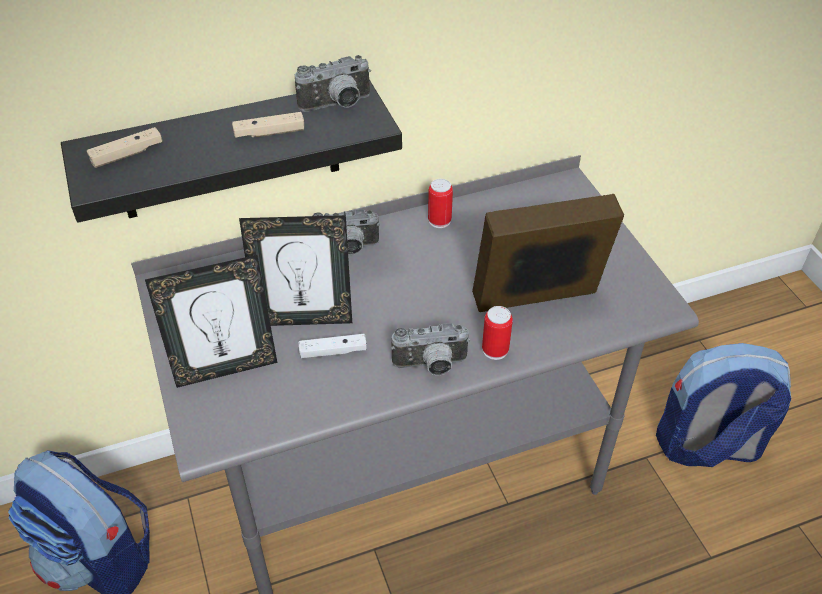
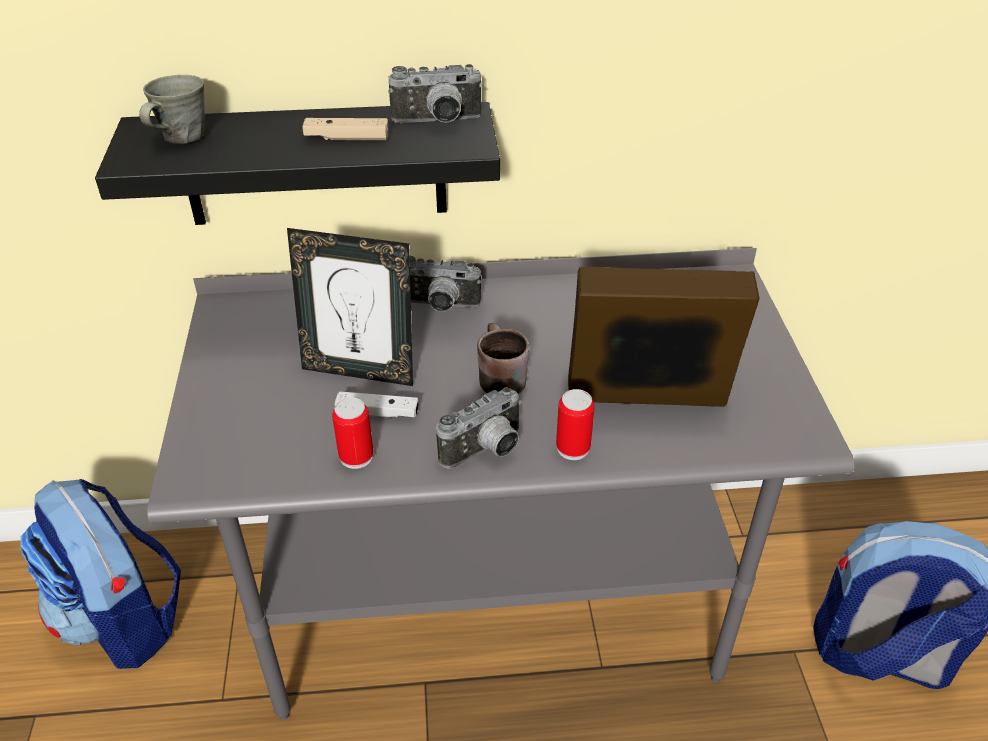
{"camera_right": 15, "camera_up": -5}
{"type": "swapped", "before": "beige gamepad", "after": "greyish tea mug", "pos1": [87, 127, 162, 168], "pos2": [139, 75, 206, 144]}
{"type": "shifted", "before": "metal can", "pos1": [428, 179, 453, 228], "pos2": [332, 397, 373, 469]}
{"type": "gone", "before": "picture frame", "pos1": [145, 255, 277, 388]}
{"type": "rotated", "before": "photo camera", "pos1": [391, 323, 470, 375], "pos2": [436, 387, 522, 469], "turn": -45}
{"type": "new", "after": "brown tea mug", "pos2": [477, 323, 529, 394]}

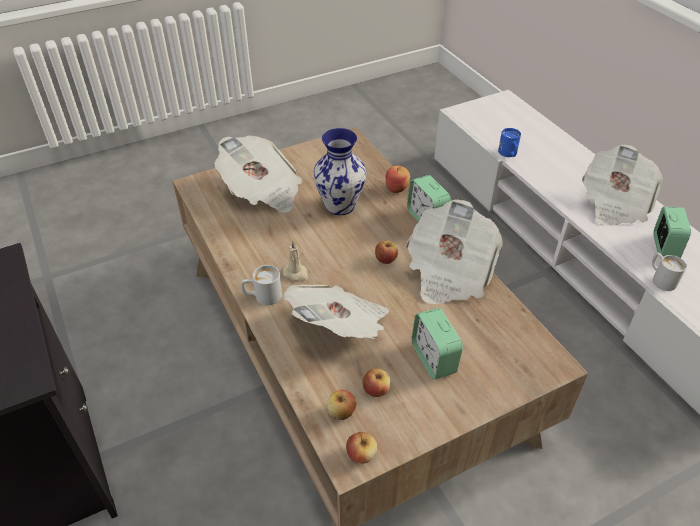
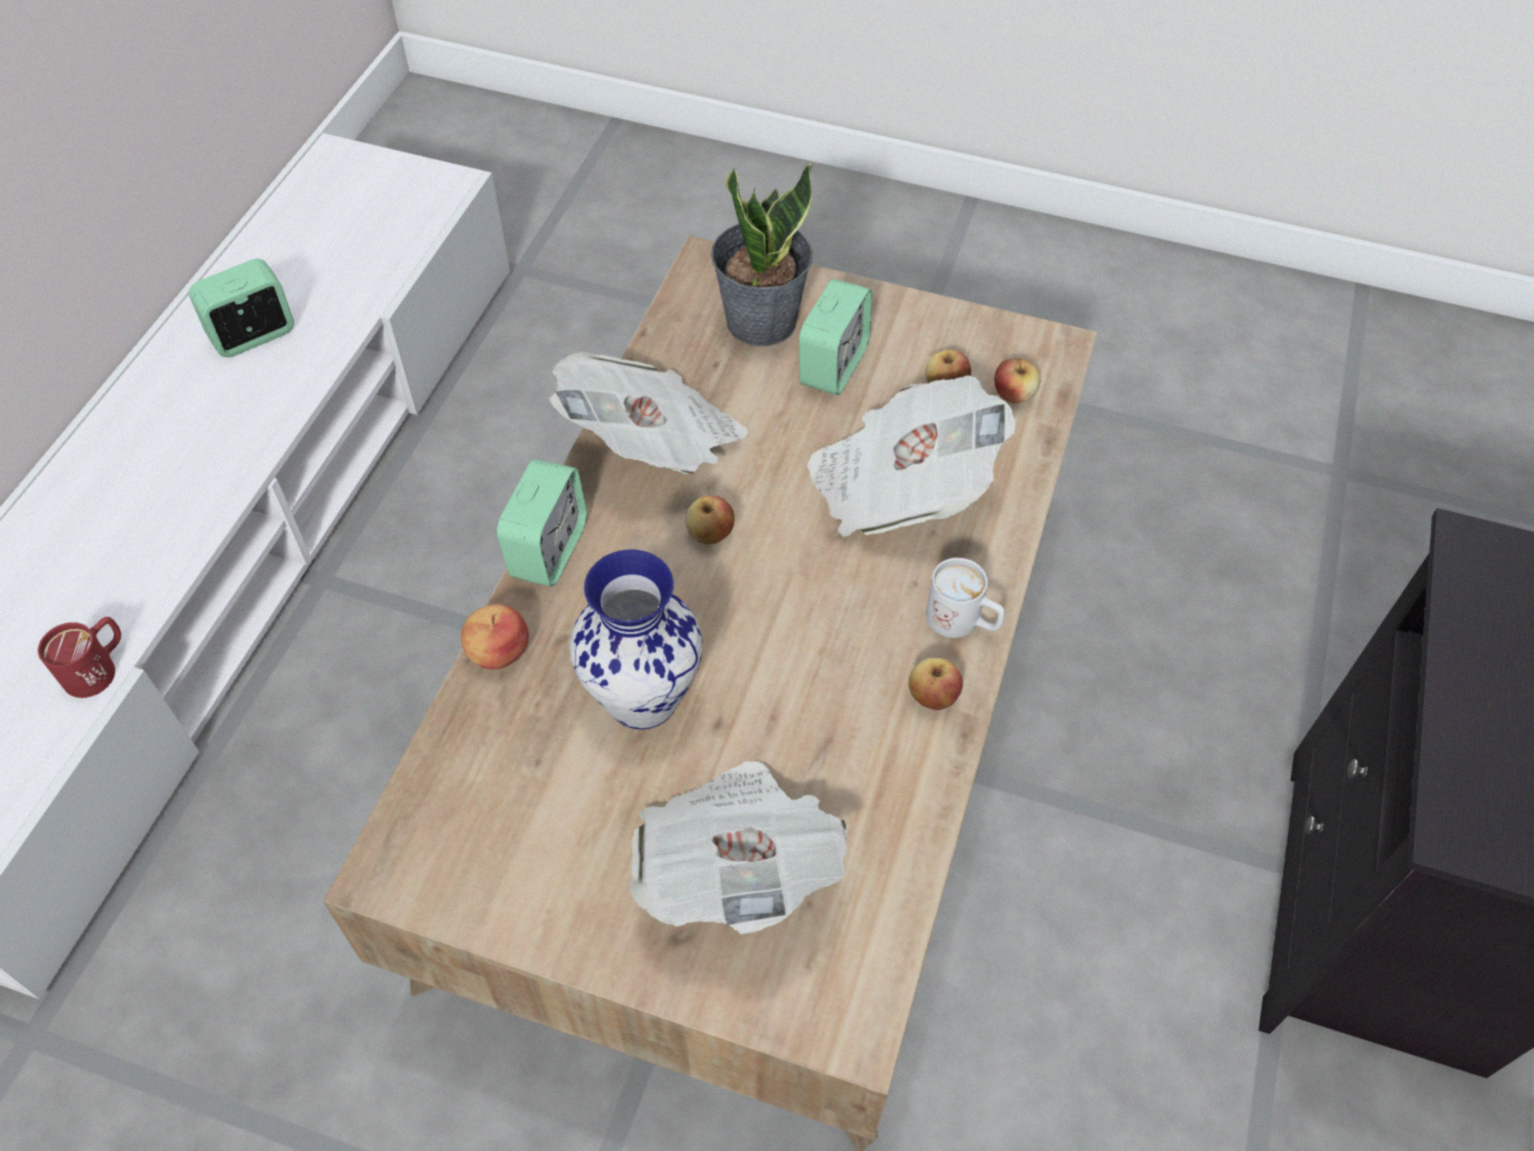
{"camera_right": -135, "camera_up": 10}
{"type": "repainted", "before": "blue tea mug", "after": "reddish tea mug", "pos1": [498, 128, 521, 157], "pos2": [38, 617, 121, 698]}
{"type": "gone", "before": "printed paper", "pos1": [582, 144, 663, 226]}
{"type": "gone", "before": "beige candle", "pos1": [283, 241, 308, 281]}
{"type": "gone", "before": "white-coloured tea mug", "pos1": [652, 253, 687, 291]}
{"type": "shifted", "before": "apple", "pos1": [346, 432, 377, 464], "pos2": [909, 658, 963, 710]}
{"type": "new", "after": "plant in a pot", "pos2": [711, 163, 813, 346]}

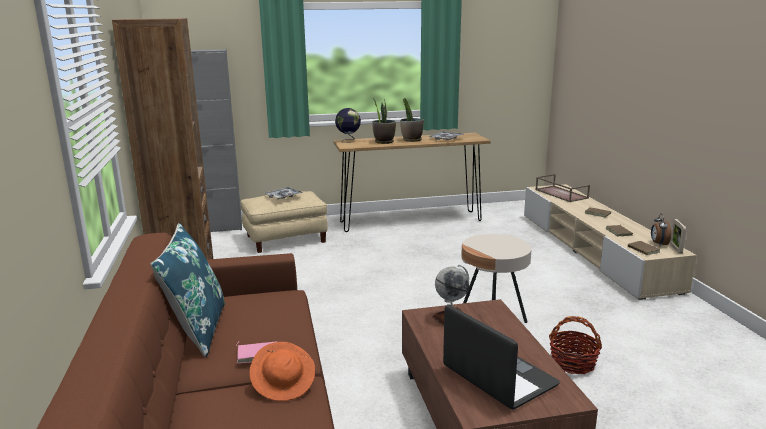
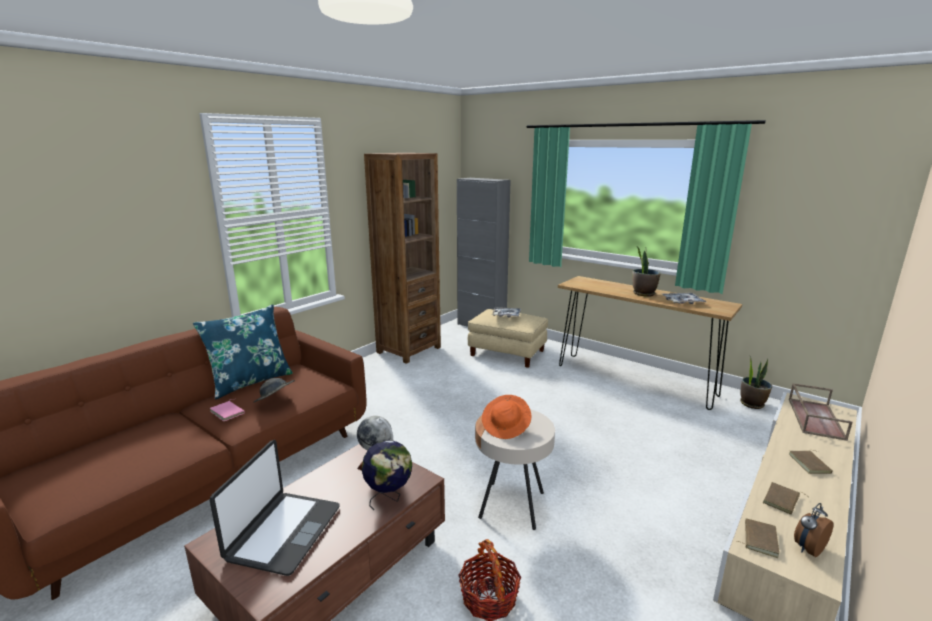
{"camera_right": 50, "camera_up": 0}
{"type": "shifted", "before": "plant in a pot", "pos1": [372, 98, 396, 144], "pos2": [740, 355, 772, 409]}
{"type": "shifted", "before": "world globe", "pos1": [335, 108, 361, 143], "pos2": [362, 440, 412, 510]}
{"type": "gone", "before": "picture frame", "pos1": [669, 219, 687, 254]}
{"type": "shifted", "before": "orangey wearable hat", "pos1": [249, 342, 315, 401], "pos2": [482, 395, 532, 439]}
{"type": "new", "after": "greyish wearable hat", "pos2": [253, 378, 295, 403]}

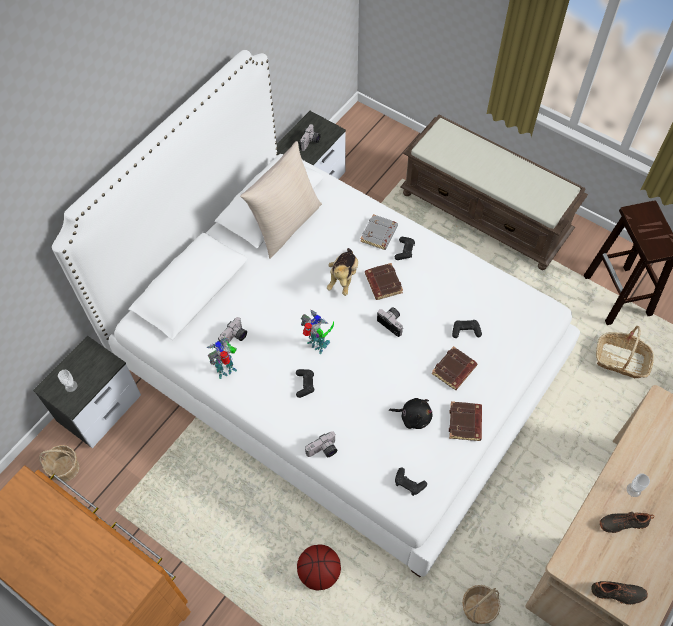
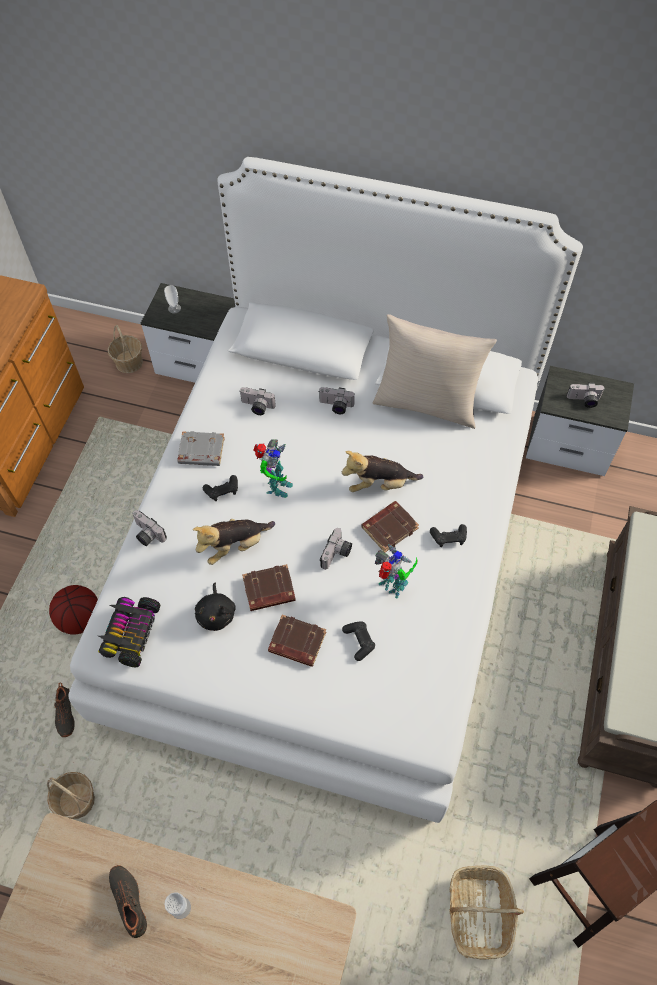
{"camera_right": 70, "camera_up": 0}
{"type": "shifted", "before": "greyish volume", "pos1": [360, 214, 398, 250], "pos2": [177, 431, 225, 466]}
{"type": "shifted", "before": "model robot", "pos1": [206, 336, 237, 379], "pos2": [375, 544, 417, 599]}
{"type": "shifted", "before": "brown volume", "pos1": [449, 401, 482, 441], "pos2": [242, 564, 296, 611]}
{"type": "swapped", "before": "black gamepad", "after": "model car", "pos1": [395, 467, 427, 496], "pos2": [98, 597, 161, 667]}
{"type": "shifted", "before": "black shoe", "pos1": [591, 581, 648, 605], "pos2": [54, 683, 75, 737]}
{"type": "new", "after": "photo camera", "pos2": [318, 387, 355, 414]}
{"type": "new", "after": "soft toy", "pos2": [193, 519, 275, 565]}

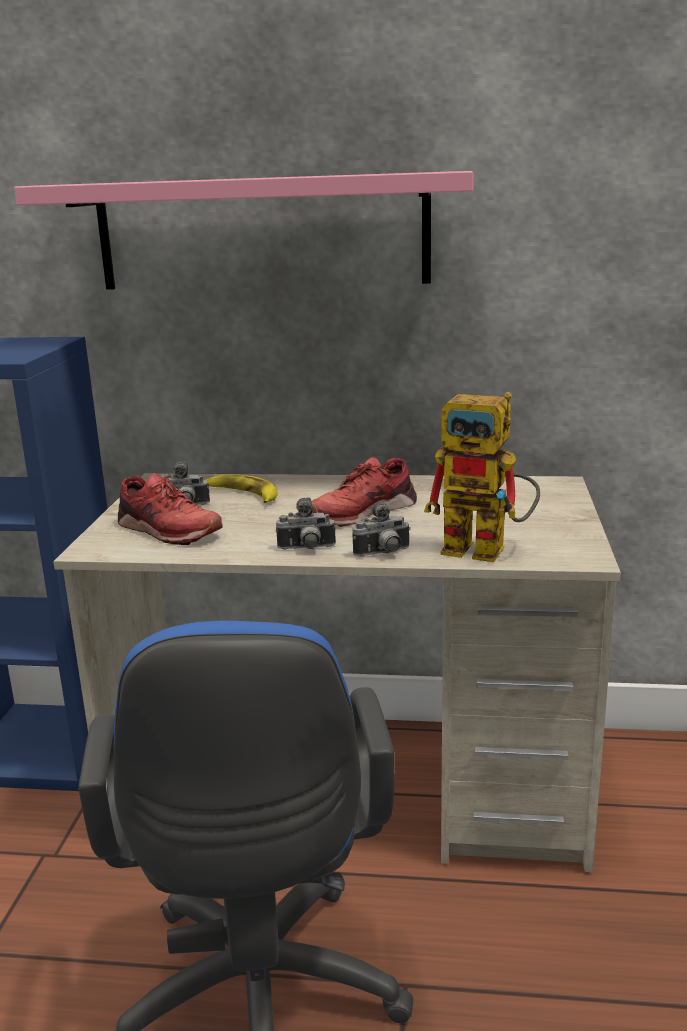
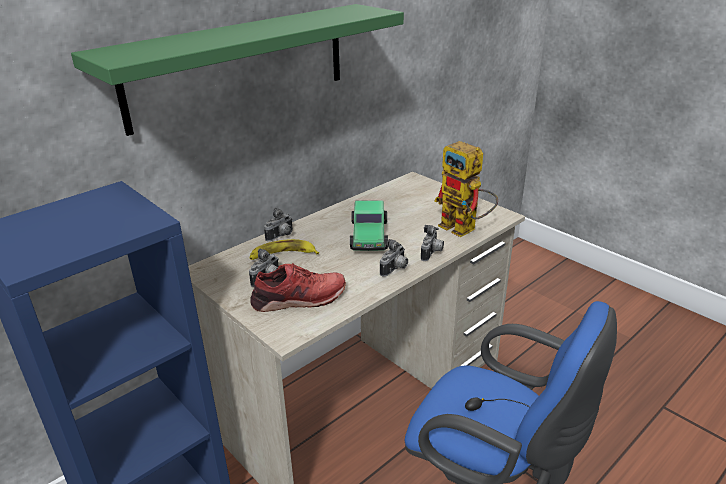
{"camera_right": -50, "camera_up": 10}
{"type": "repainted", "before": "pinkish bracket shelf", "after": "greenish bracket shelf", "pos1": [14, 171, 473, 290], "pos2": [71, 4, 404, 136]}
{"type": "rotated", "before": "model robot", "pos1": [424, 392, 540, 562], "pos2": [435, 141, 498, 237], "turn": 75}
{"type": "swapped", "before": "reddish shoe", "after": "model car", "pos1": [312, 457, 417, 527], "pos2": [350, 200, 388, 251]}
{"type": "new", "after": "photo camera", "pos2": [264, 208, 293, 241]}

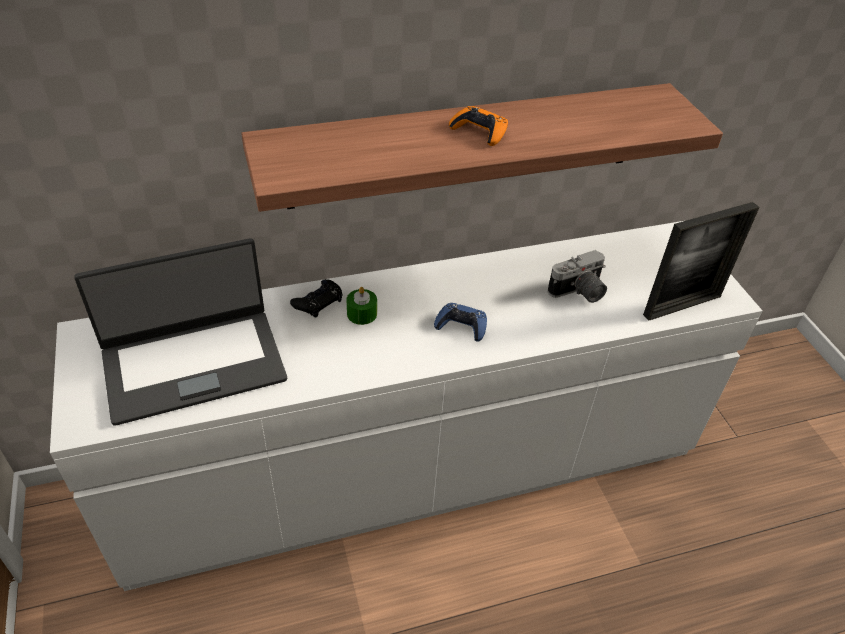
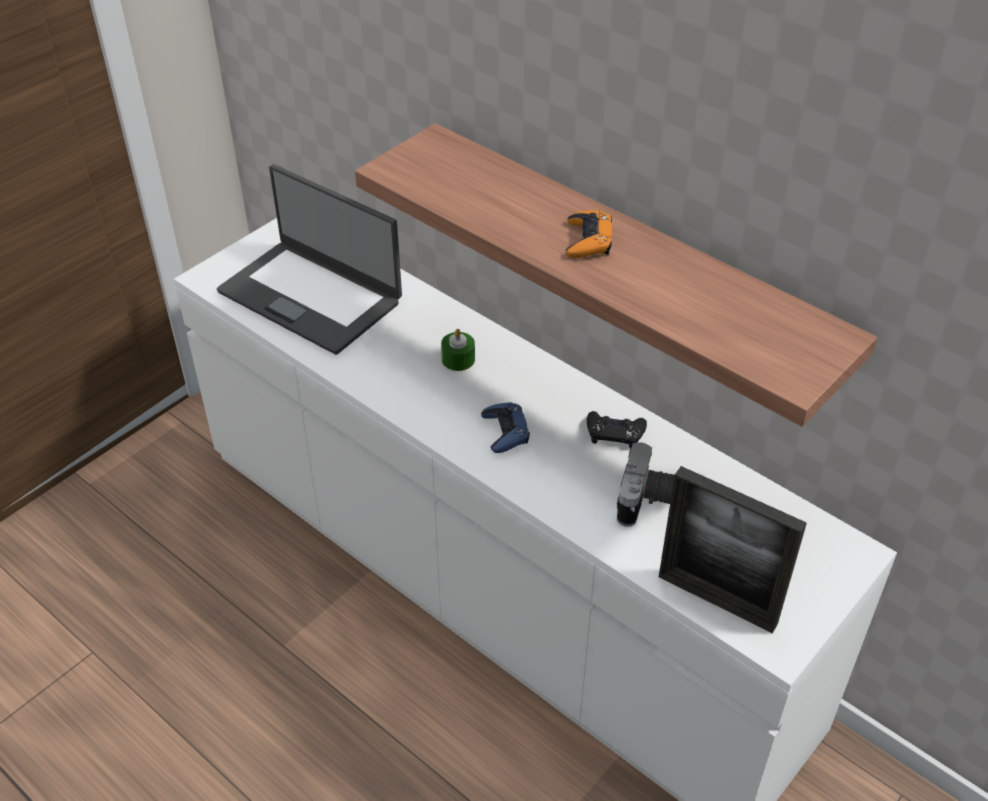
{"camera_right": 60, "camera_up": 0}
{"type": "rotated", "before": "photo camera", "pos1": [547, 250, 607, 303], "pos2": [617, 442, 675, 527], "turn": -105}
{"type": "shifted", "before": "black gamepad", "pos1": [290, 279, 342, 318], "pos2": [587, 411, 647, 448]}

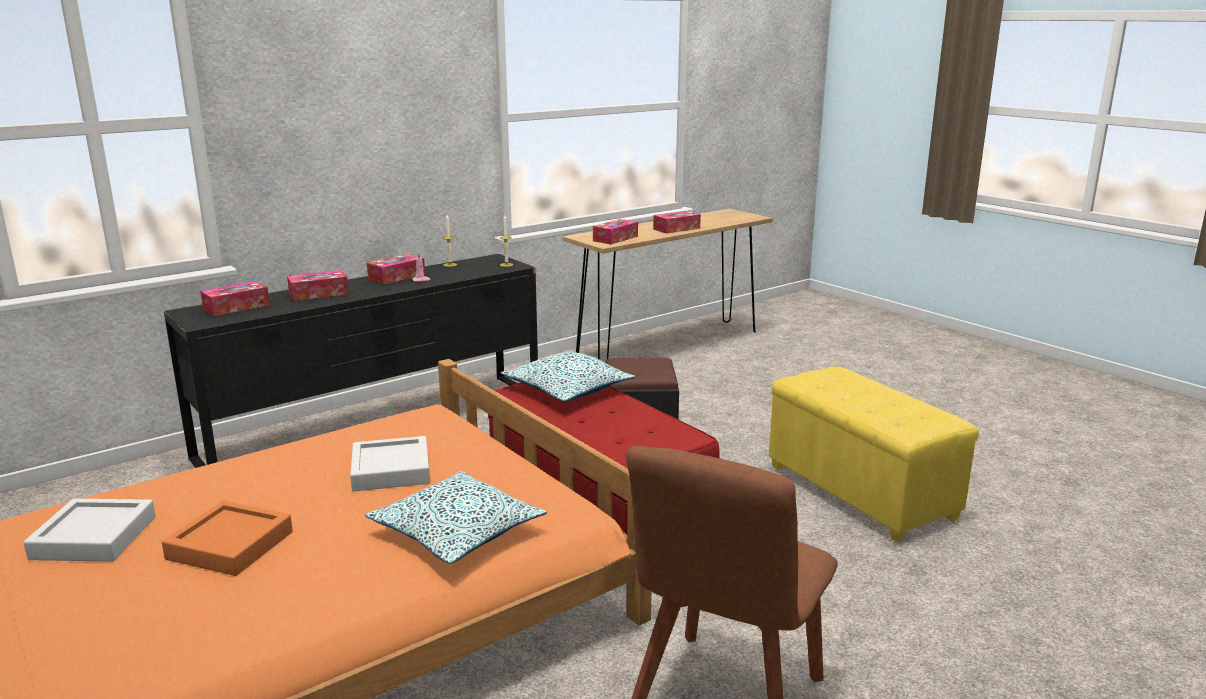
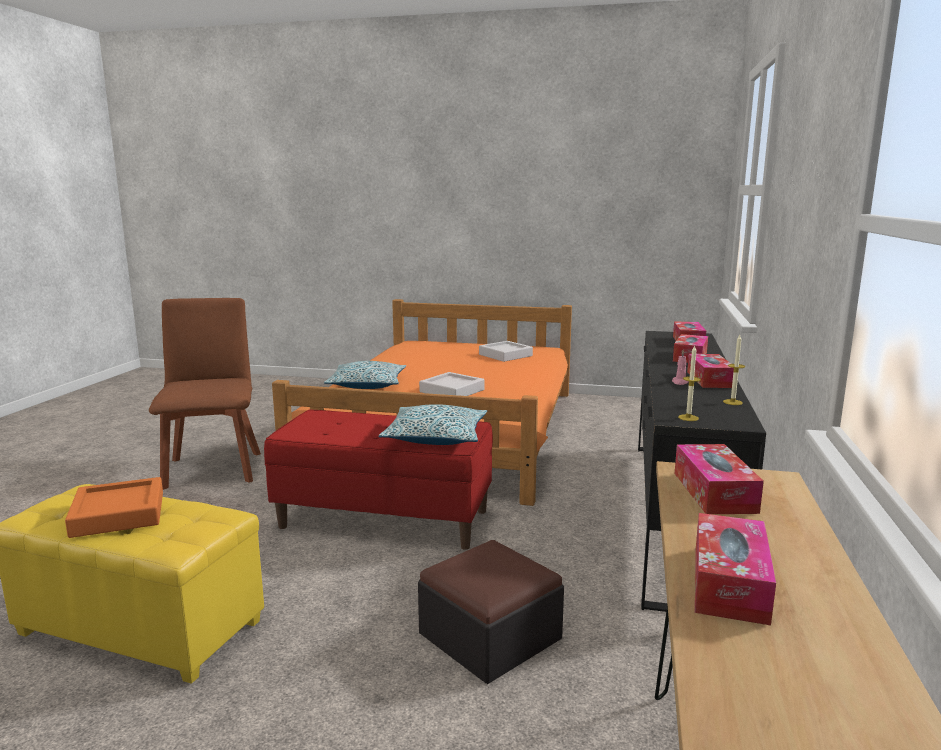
{"camera_right": 140, "camera_up": -5}
{"type": "shifted", "before": "orangey serving tray", "pos1": [162, 501, 293, 576], "pos2": [65, 477, 163, 538]}

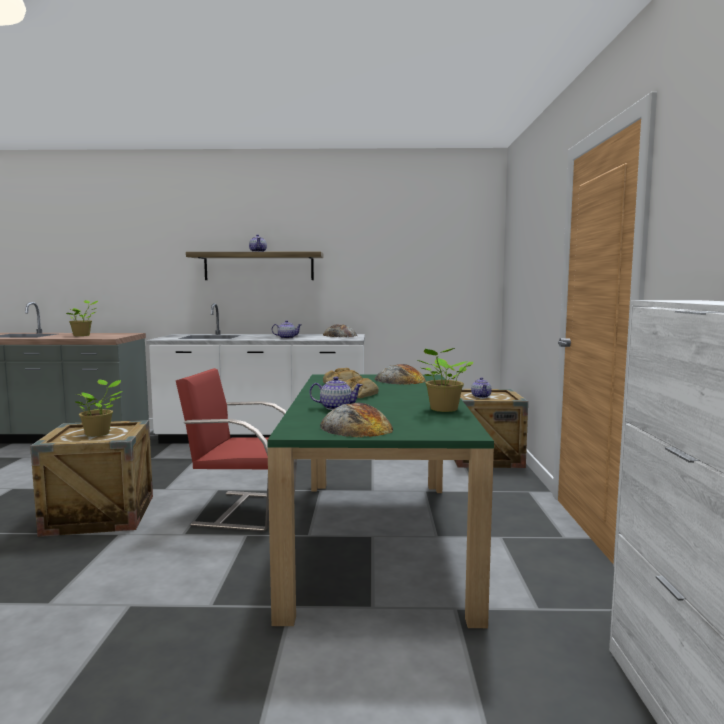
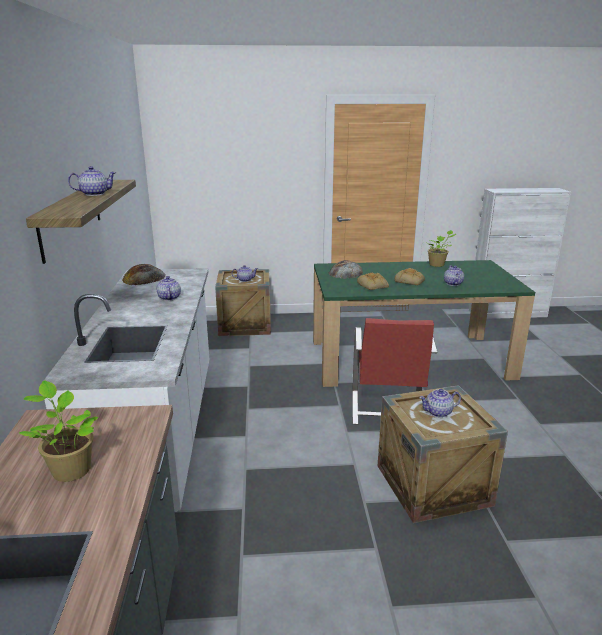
{"camera_right": -95, "camera_up": 15}
{"type": "swapped", "before": "plant in a pot", "after": "tea pot", "pos1": [74, 379, 123, 437], "pos2": [419, 389, 461, 418]}
{"type": "gone", "before": "baked bread", "pos1": [320, 402, 393, 437]}

